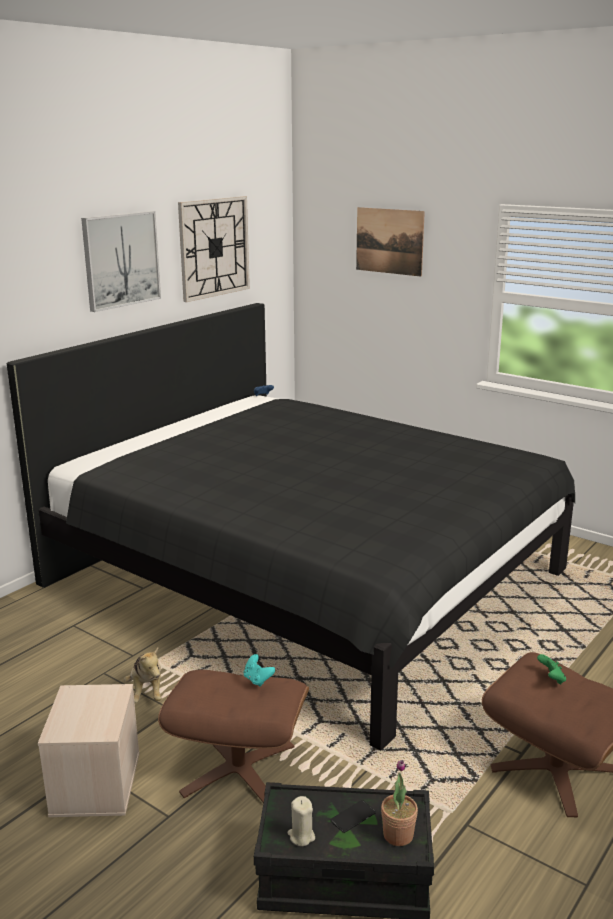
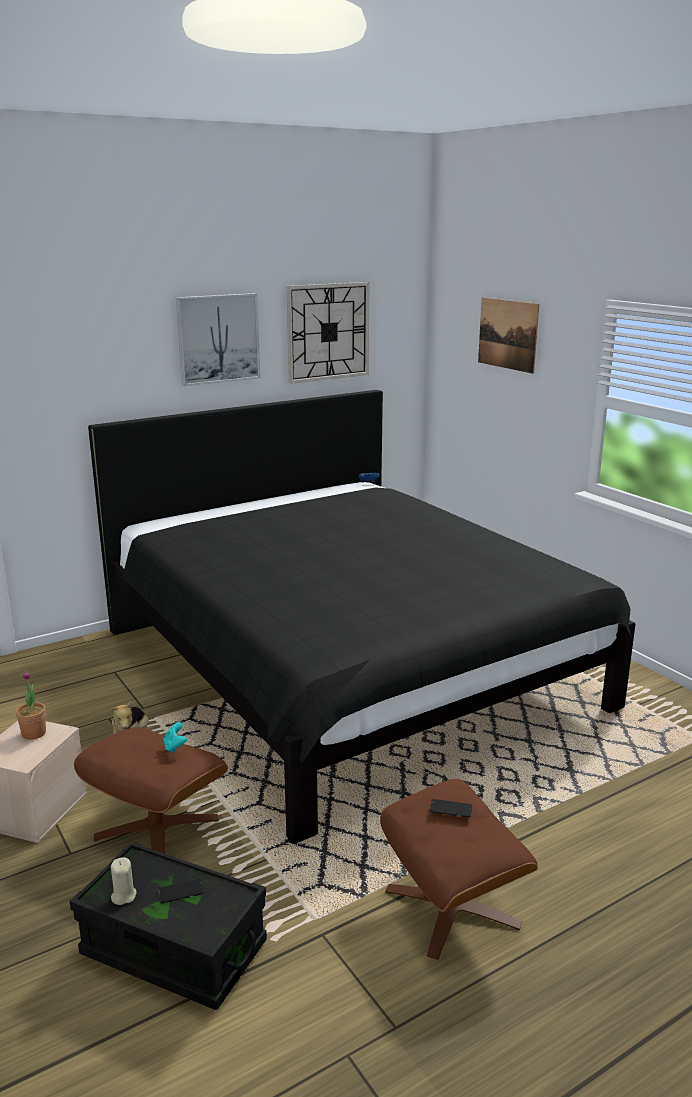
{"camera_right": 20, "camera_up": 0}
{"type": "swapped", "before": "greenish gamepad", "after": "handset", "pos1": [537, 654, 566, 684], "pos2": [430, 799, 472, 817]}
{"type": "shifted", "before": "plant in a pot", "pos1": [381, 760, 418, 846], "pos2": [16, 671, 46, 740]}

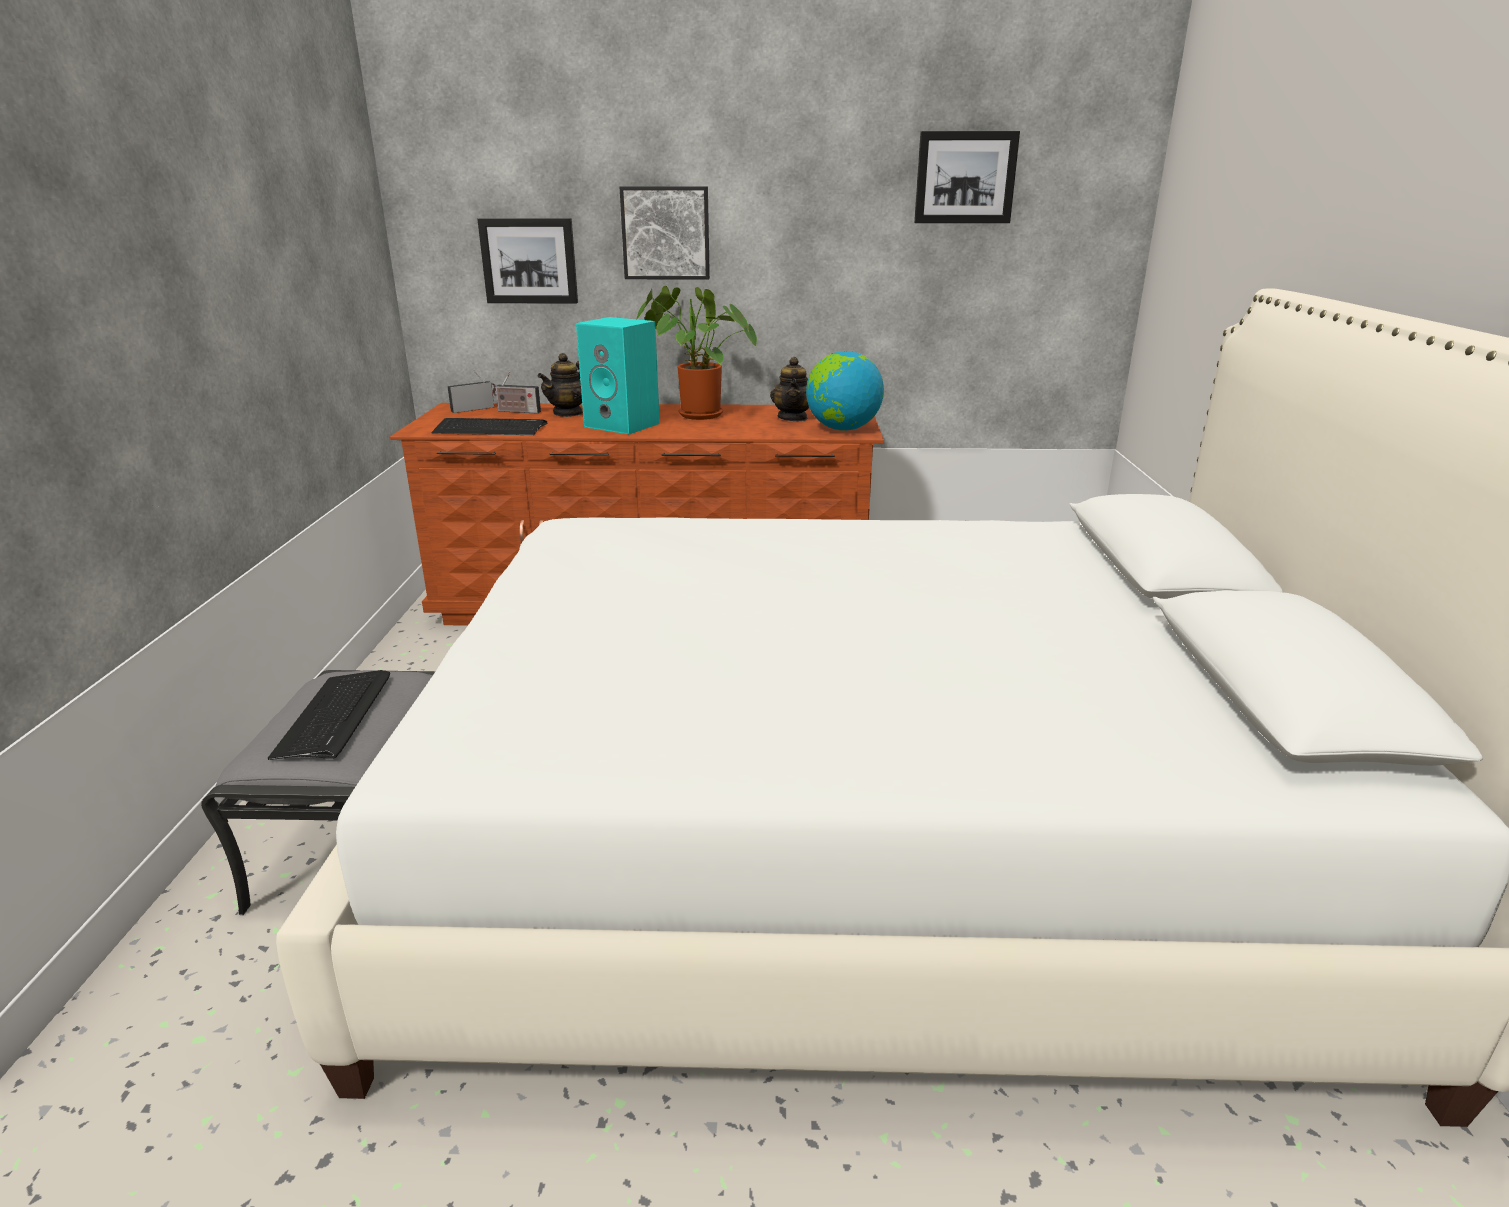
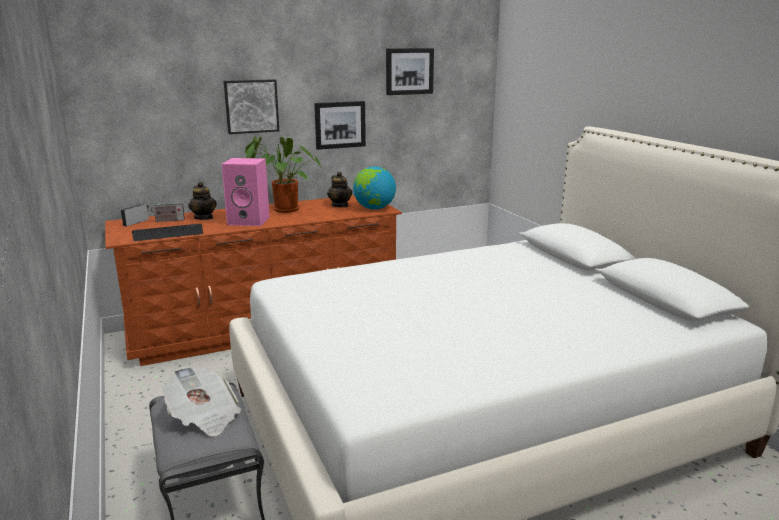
{"camera_right": -25, "camera_up": -5}
{"type": "shifted", "before": "picture", "pos1": [477, 218, 578, 304], "pos2": [314, 101, 366, 150]}
{"type": "repainted", "before": "turquoise speaker", "after": "pinkish speaker", "pos1": [576, 317, 660, 434], "pos2": [221, 158, 270, 226]}
{"type": "rotated", "before": "tea pot", "pos1": [538, 353, 583, 417], "pos2": [188, 182, 217, 220], "turn": -45}
{"type": "swapped", "before": "computer keyboard", "after": "printed paper", "pos1": [268, 670, 390, 760], "pos2": [162, 366, 241, 436]}

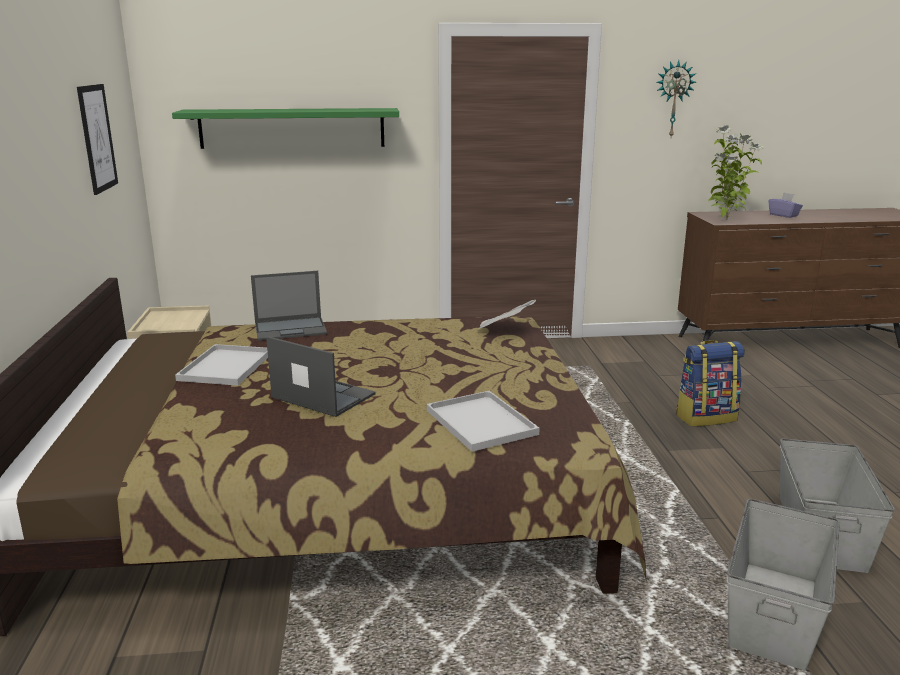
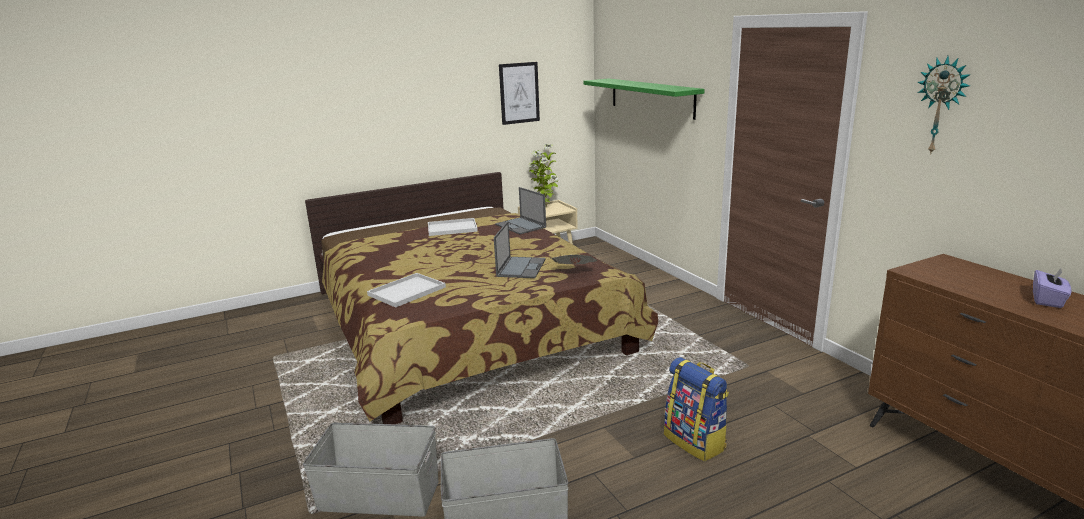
{"camera_right": 70, "camera_up": 0}
{"type": "shifted", "before": "plant in a pot", "pos1": [708, 126, 763, 219], "pos2": [528, 144, 559, 207]}
{"type": "shifted", "before": "laptop", "pos1": [266, 336, 376, 417], "pos2": [494, 221, 546, 278]}

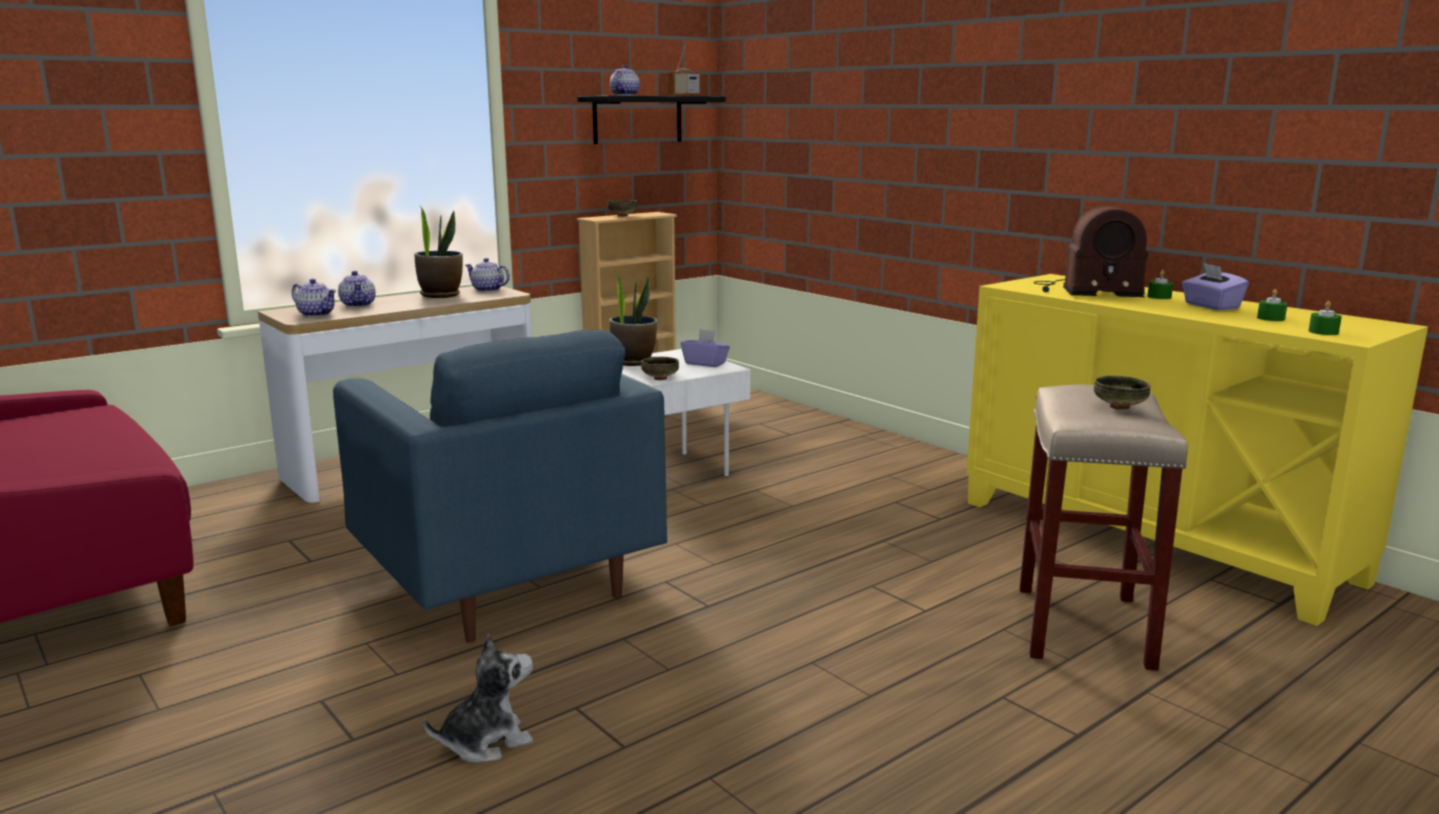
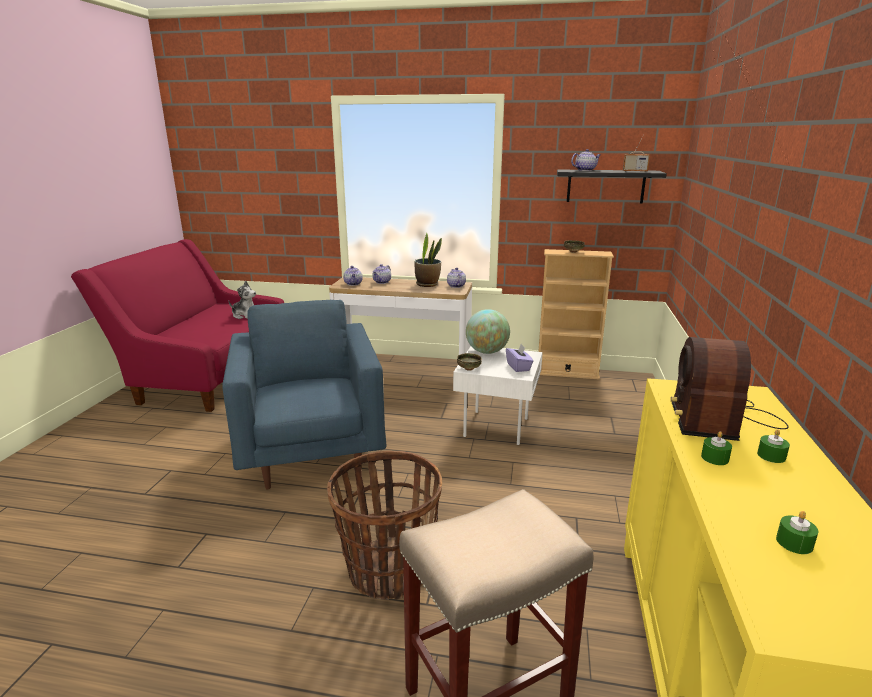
{"camera_right": 50, "camera_up": 5}
{"type": "rotated", "before": "radio receiver", "pos1": [1033, 205, 1148, 297], "pos2": [670, 337, 789, 441], "turn": 45}
{"type": "gone", "before": "purple-coloured tissue box", "pos1": [1182, 263, 1249, 310]}
{"type": "swapped", "before": "plant in a pot", "after": "world globe", "pos1": [609, 271, 657, 366], "pos2": [466, 309, 510, 354]}
{"type": "shifted", "before": "greenish candle", "pos1": [1309, 301, 1342, 335], "pos2": [701, 431, 732, 465]}
{"type": "rotated", "before": "blue lounge chair", "pos1": [333, 330, 667, 643], "pos2": [222, 300, 386, 489], "turn": 150}
{"type": "gone", "before": "deep dish", "pos1": [1094, 375, 1151, 410]}
{"type": "shifted", "before": "soft toy", "pos1": [423, 634, 533, 763], "pos2": [228, 281, 256, 319]}
{"type": "new", "after": "storage basket", "pos2": [327, 451, 442, 600]}

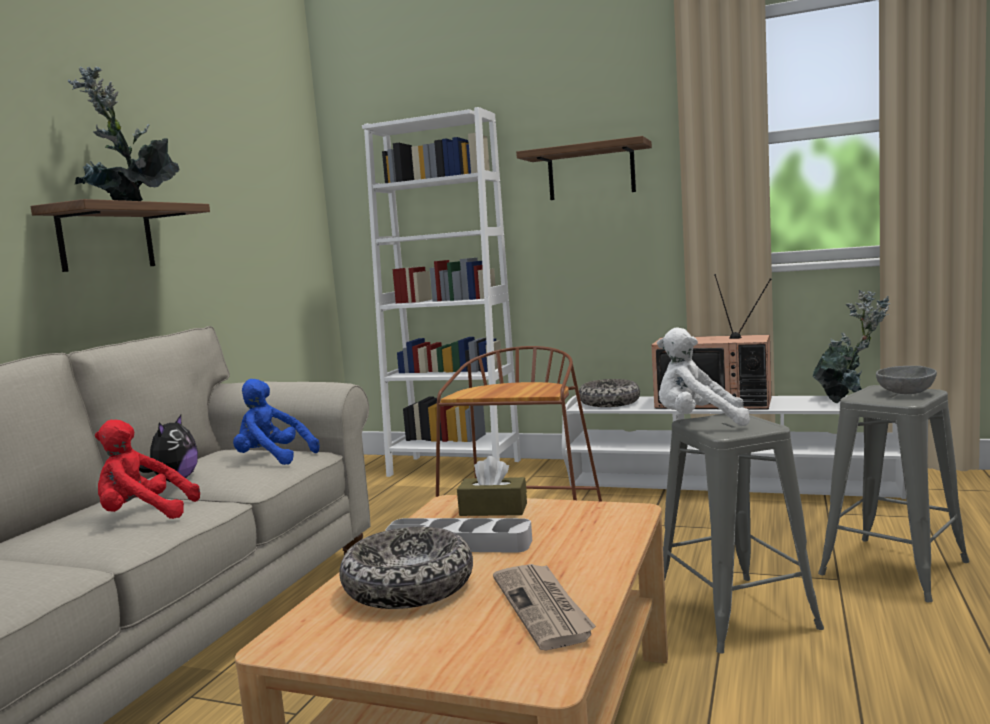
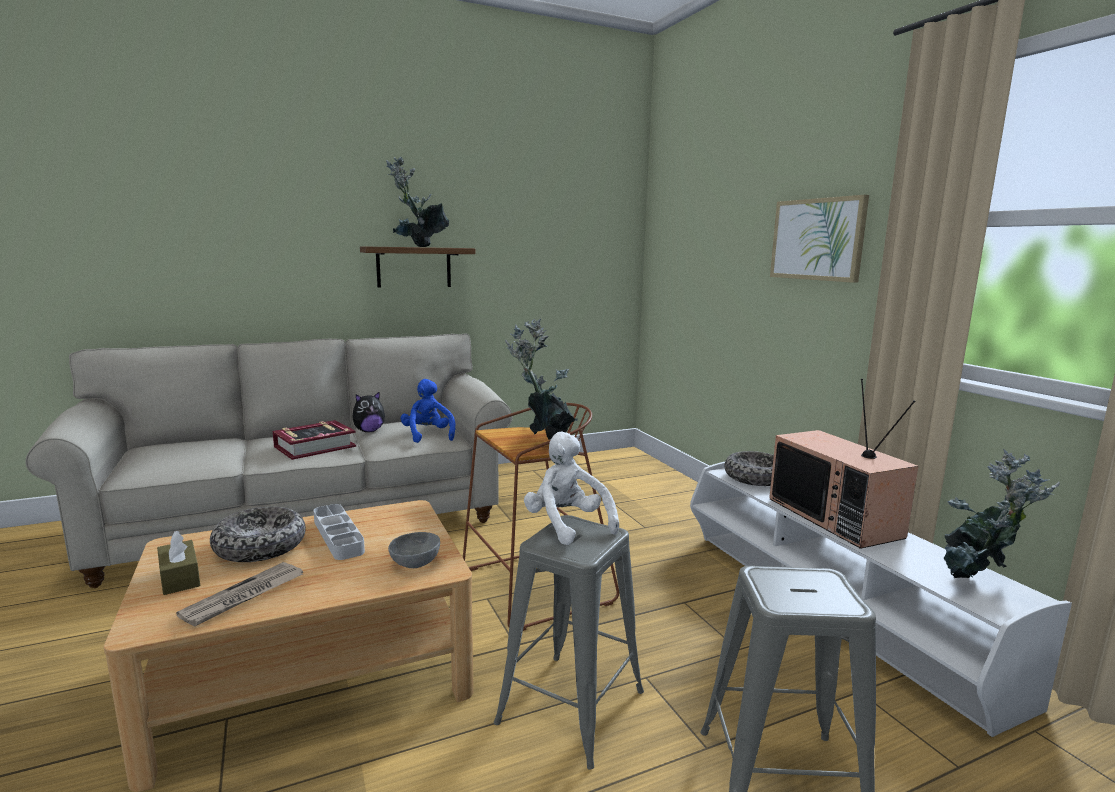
{"camera_right": 45, "camera_up": 5}
{"type": "gone", "before": "white-coloured bookcase", "pos1": [362, 107, 521, 477]}
{"type": "swapped", "before": "bracket shelf", "after": "picture", "pos1": [516, 136, 652, 200], "pos2": [770, 195, 869, 283]}
{"type": "shifted", "before": "greyish deep dish", "pos1": [876, 366, 937, 394], "pos2": [388, 532, 440, 568]}
{"type": "swapped", "before": "reddish soft toy", "after": "volume", "pos1": [95, 420, 200, 519], "pos2": [273, 420, 356, 460]}
{"type": "shifted", "before": "brown tissue box", "pos1": [457, 456, 527, 516], "pos2": [157, 531, 200, 595]}
{"type": "new", "after": "plant in a pot", "pos2": [505, 319, 578, 440]}

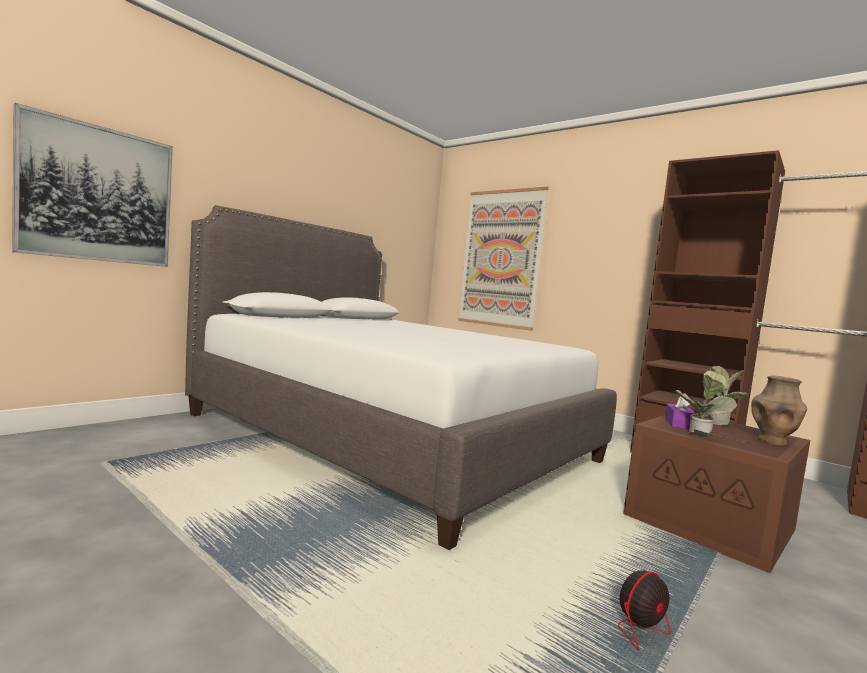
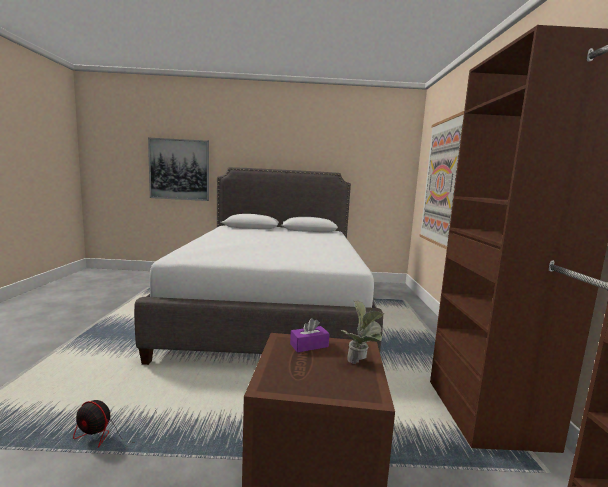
{"camera_right": 50, "camera_up": 5}
{"type": "gone", "before": "plant in a pot", "pos1": [675, 370, 737, 435]}
{"type": "gone", "before": "brown decorative vase", "pos1": [751, 375, 807, 446]}

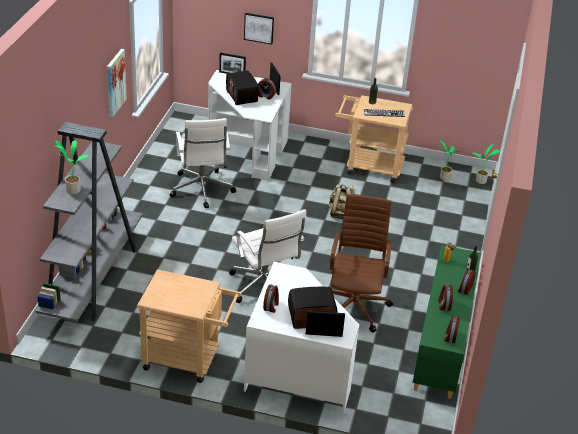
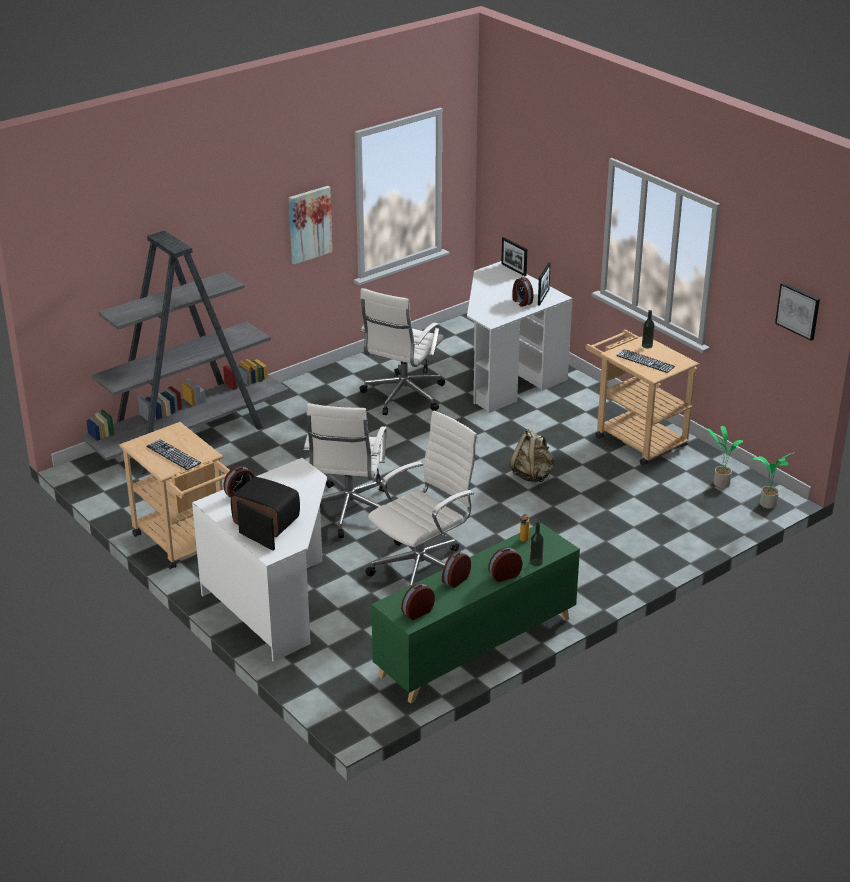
{"camera_right": 40, "camera_up": -5}
{"type": "shifted", "before": "picture", "pos1": [244, 13, 274, 45], "pos2": [775, 283, 820, 341]}
{"type": "gone", "before": "radio receiver", "pos1": [226, 70, 259, 105]}
{"type": "gone", "before": "plant in a pot", "pos1": [55, 140, 89, 194]}
{"type": "repainted", "before": "brown desk chair", "after": "white-coloured desk chair", "pos1": [330, 194, 393, 333], "pos2": [365, 411, 478, 586]}
{"type": "new", "after": "computer keyboard", "pos2": [146, 439, 201, 470]}

